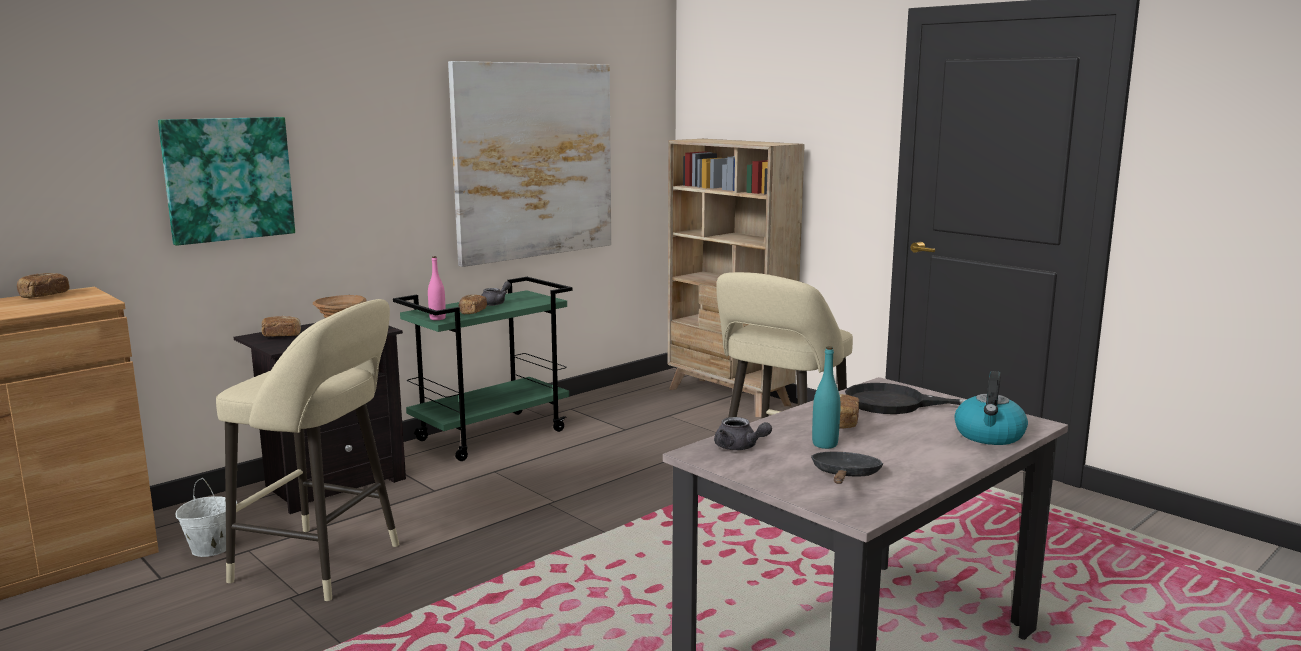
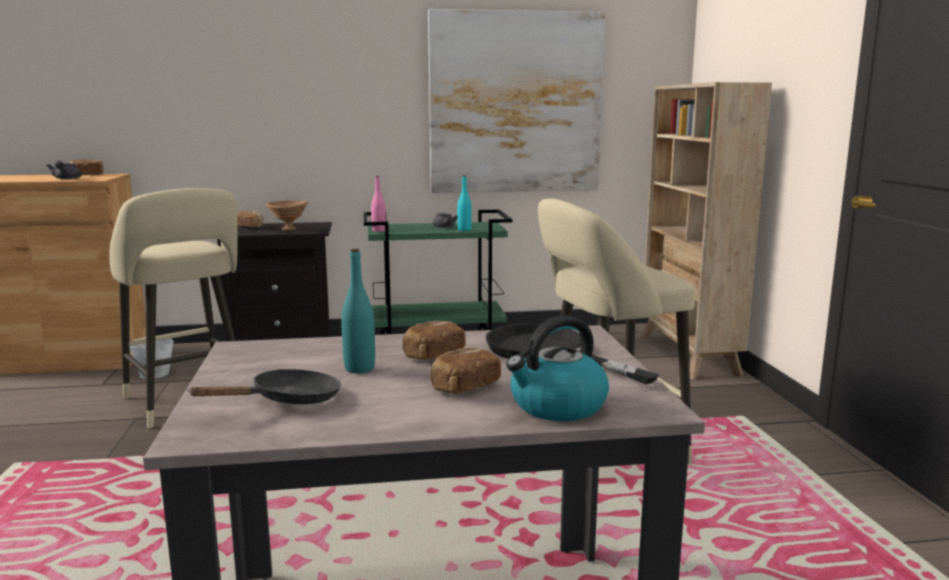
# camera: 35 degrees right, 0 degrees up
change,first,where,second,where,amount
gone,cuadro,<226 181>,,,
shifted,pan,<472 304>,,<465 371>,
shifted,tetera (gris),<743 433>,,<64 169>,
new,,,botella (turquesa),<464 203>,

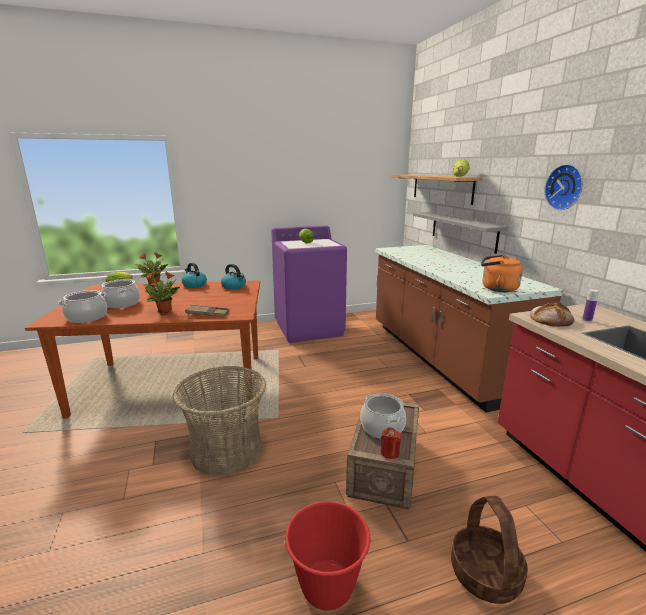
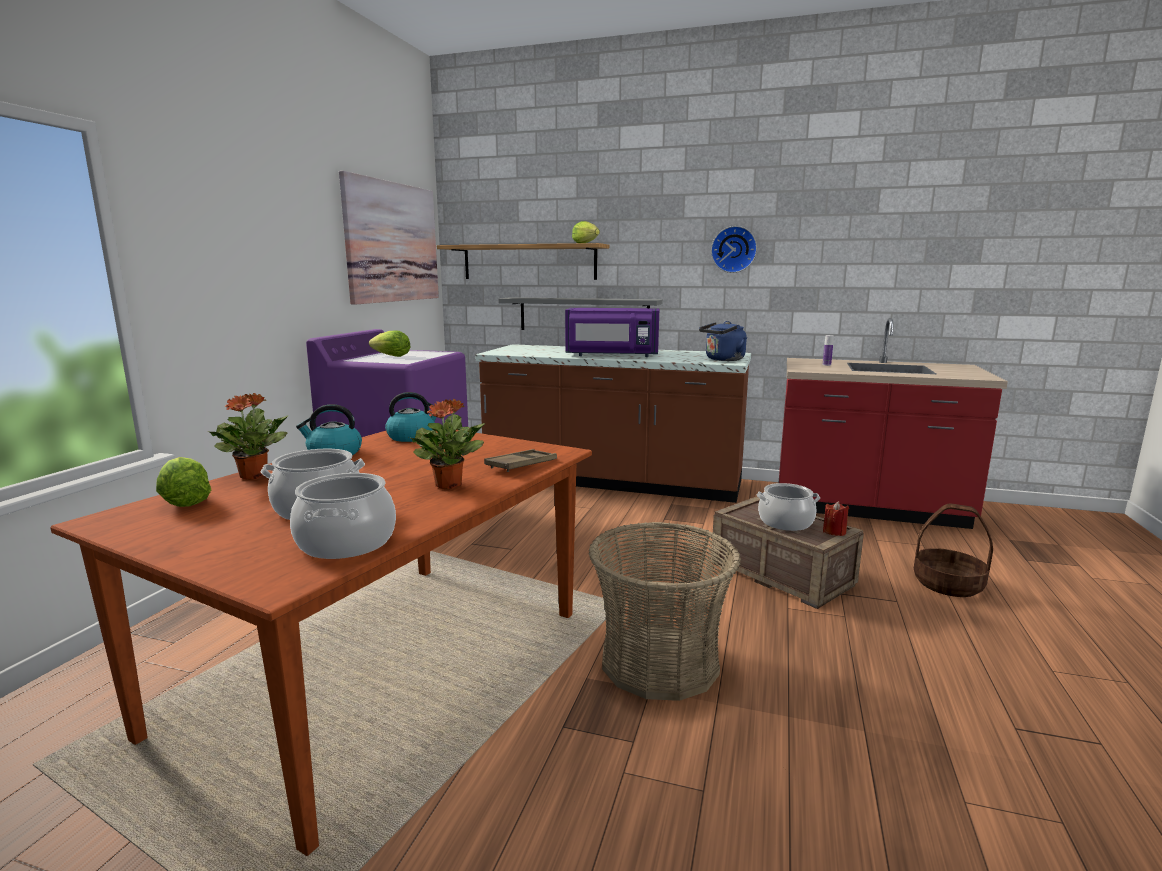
# camera: 55 degrees left, 5 degrees down
change,first,where,second,where,amount
gone,cubo (rojo),<327 555>,,,
repainted,hervidor (naranja),<502 273>,hervidor (azul),<723 341>,
gone,pan,<552 314>,,,
new,,,cuadro,<389 238>,
new,,,microondas (morado),<612 332>,

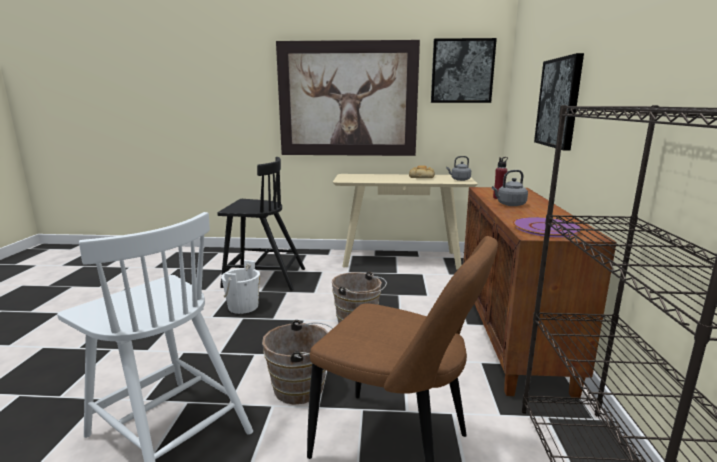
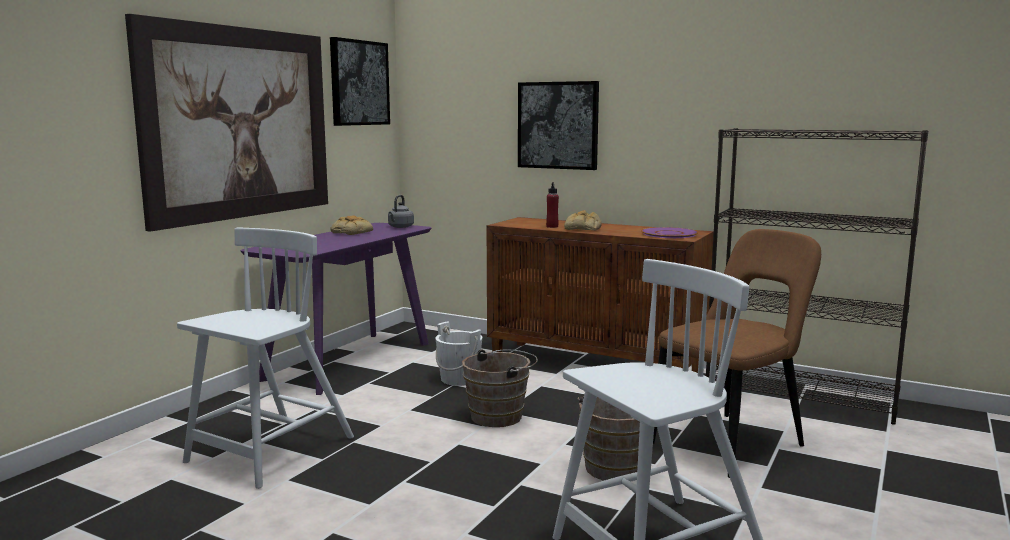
# camera: 65 degrees left, 5 degrees down
change,first,where,second,where,amount
repainted,silla (negro),<261 223>,silla (blanco),<265 358>,
shifted,cubo (blanco),<240 287>,,<458 353>,
repainted,mesa consola (beis),<405 222>,mesa consola (morado),<336 309>,
swapped,hervidor (gris),<510 188>,pan,<583 220>,

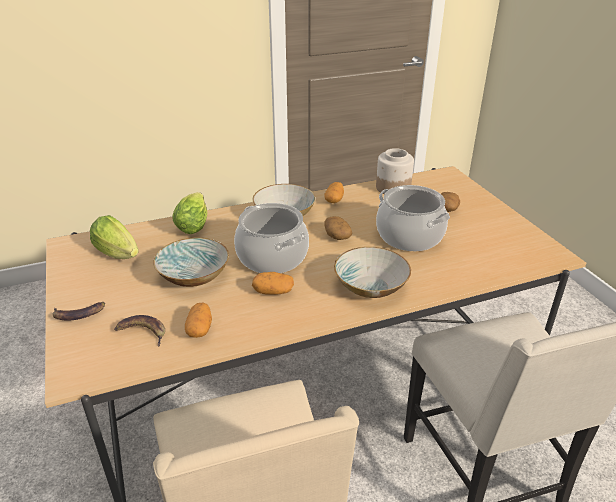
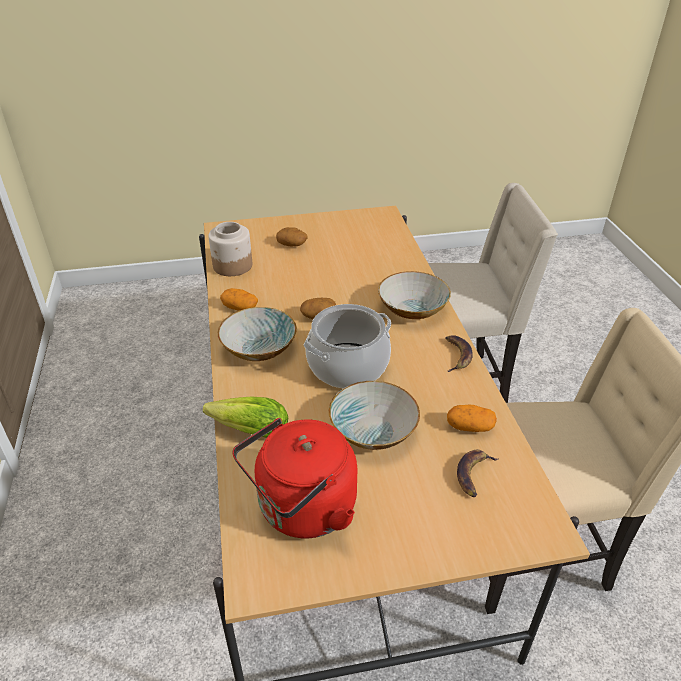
# camera: 80 degrees left, 5 degrees up
change,first,where,second,where,amount
shifted,plátano,<79 311>,,<459 353>,
swapped,lechuga,<114 237>,hervidor (rojo),<294 478>,
gone,patata,<273 283>,,,
gone,olla,<413 218>,,,

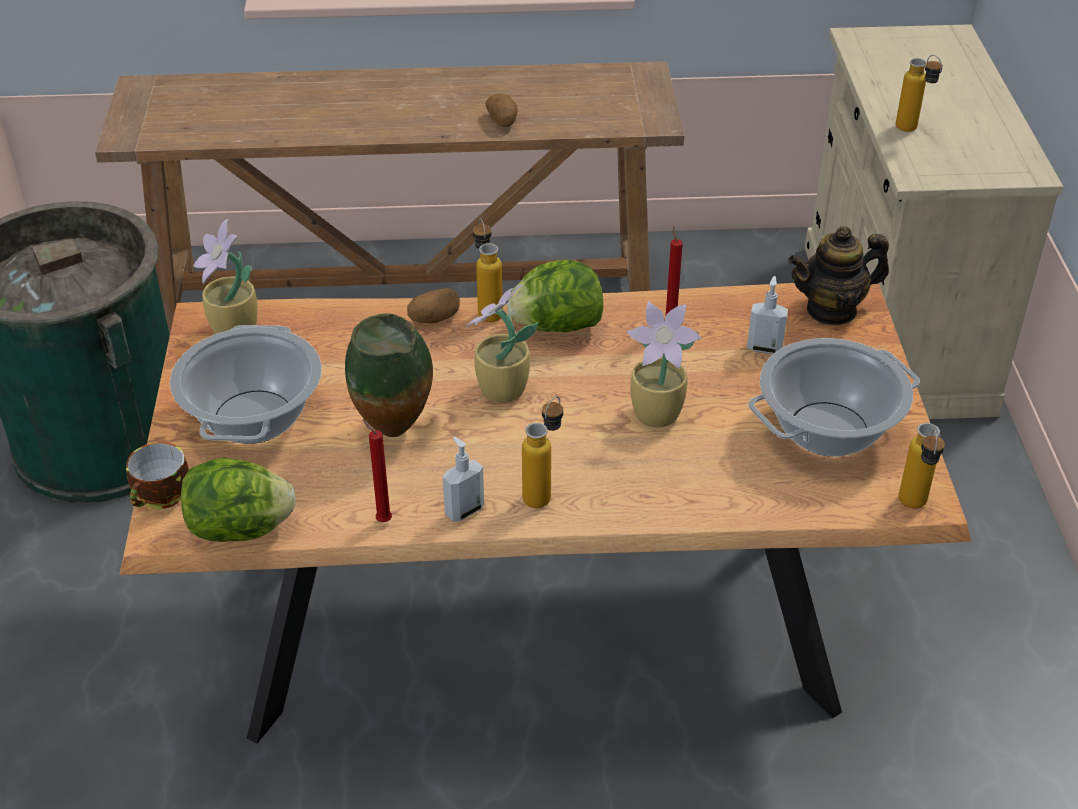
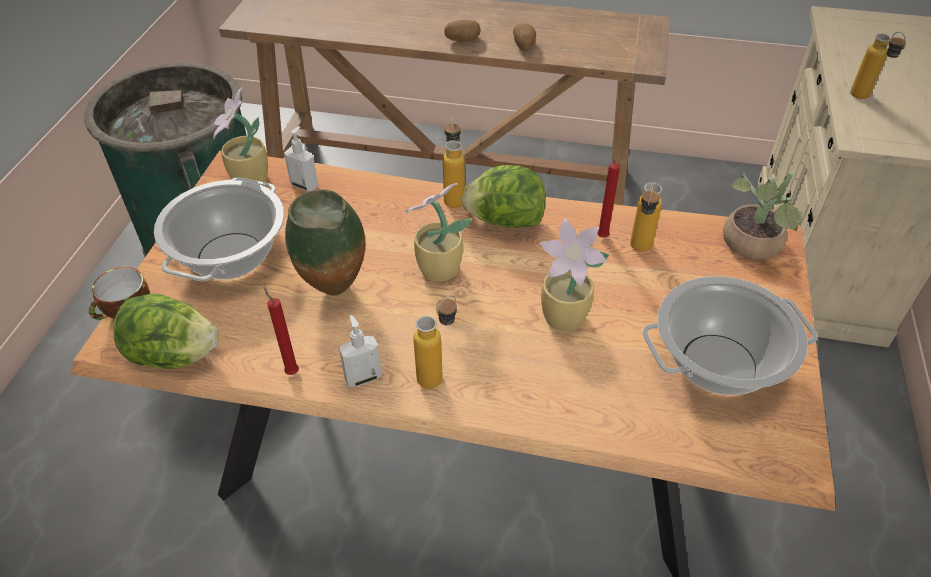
# camera: 15 degrees right, 5 degrees up
change,first,where,second,where,amount
shifted,patata,<433 305>,,<462 31>,
shifted,dispensador de jabón,<767 315>,,<301 158>,
swapped,tetera,<838 275>,planta en maceta,<763 215>,
shifted,botella,<922 465>,,<646 217>,

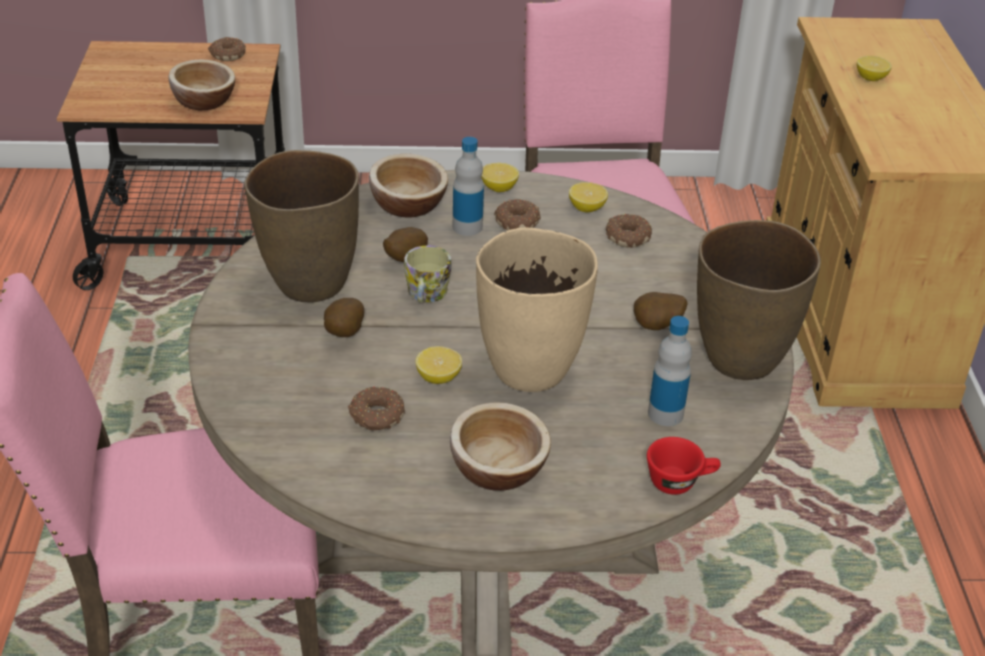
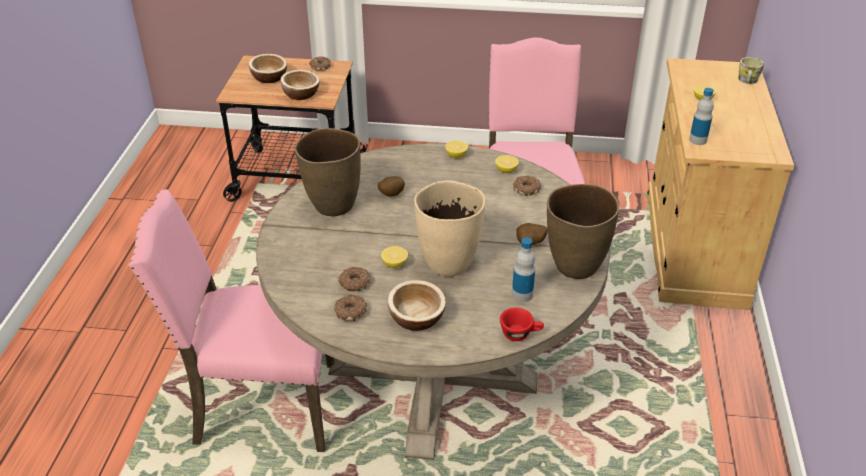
# camera: 10 degrees right, 0 degrees up
change,first,where,second,where,amount
gone,patata,<344 317>,,,
shifted,cuenco,<408 186>,,<268 68>,
shifted,taza grande,<428 274>,,<751 70>,
shifted,botella,<468 186>,,<701 116>,
shifted,rosquilla,<517 214>,,<350 308>,

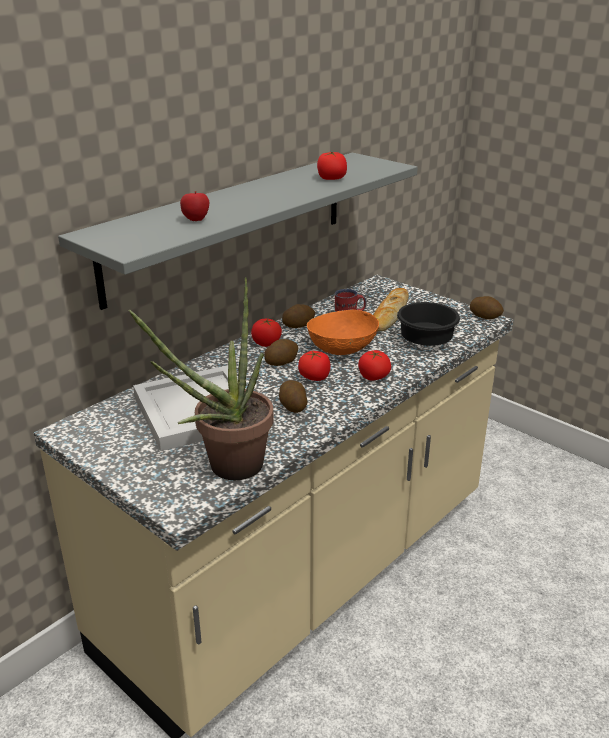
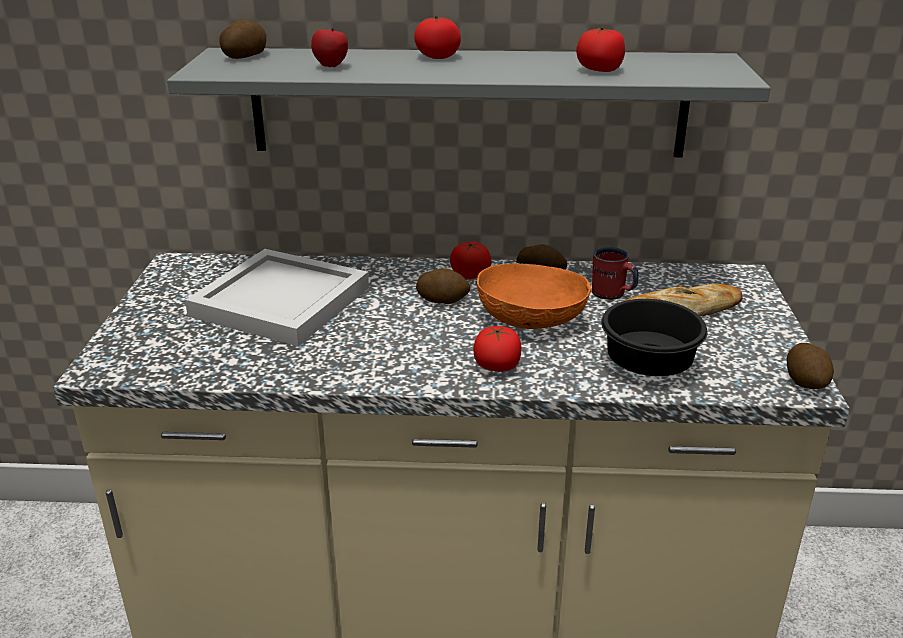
# camera: 50 degrees right, 0 degrees up
change,first,where,second,where,amount
gone,planta en maceta,<201 378>,,,
shifted,patata,<293 396>,,<242 39>,
shifted,tomate,<314 365>,,<437 37>,

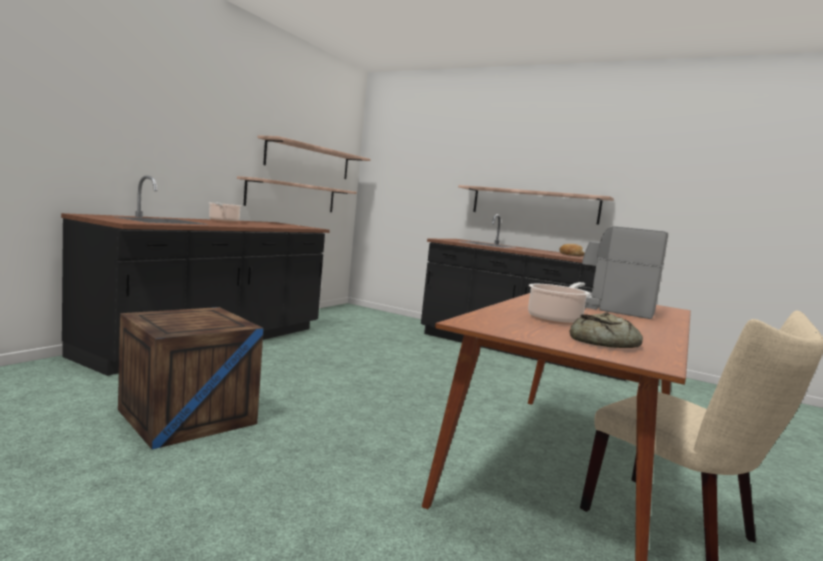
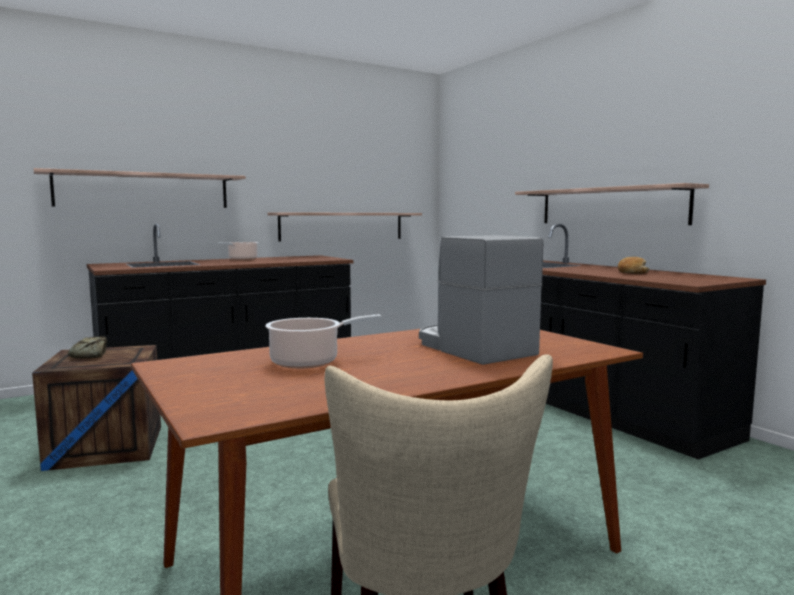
# camera: 30 degrees right, 0 degrees up
change,first,where,second,where,amount
shifted,estante,<314 157>,,<140 188>,
shifted,pan,<606 330>,,<87 347>,

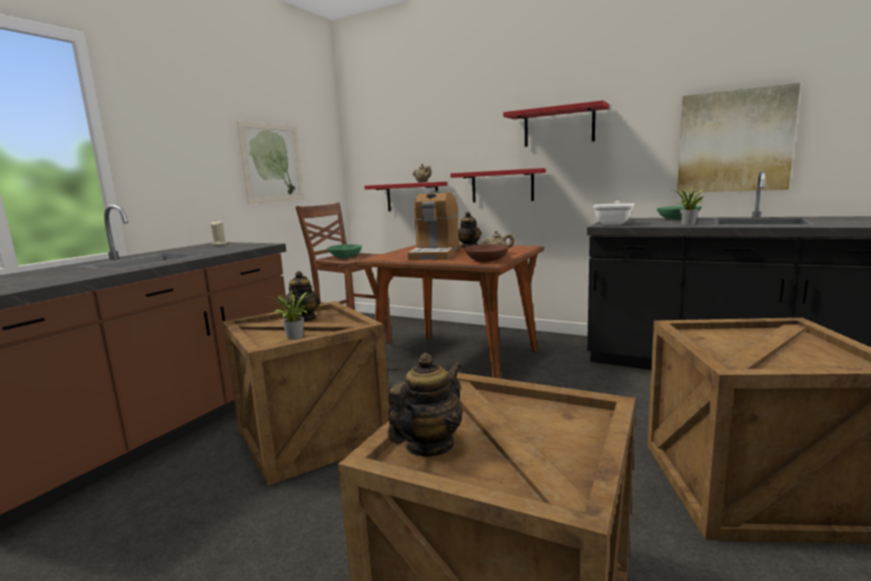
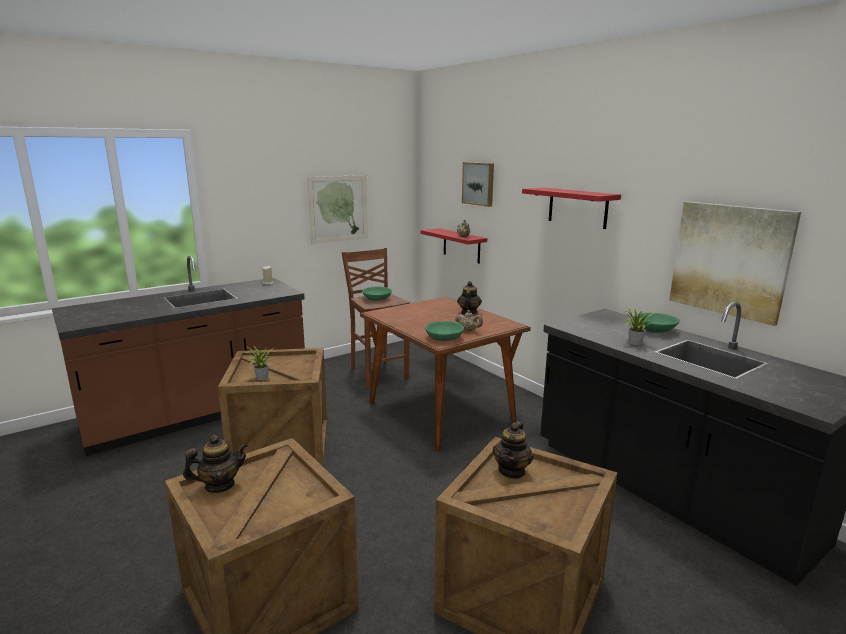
# camera: 25 degrees right, 5 degrees up
change,first,where,second,where,amount
shifted,tetera,<302 296>,,<513 450>,
gone,cafetera,<434 225>,,,
gone,estante (rojo),<498 185>,,,
repainted,cuenco (marrón),<486 253>,cuenco (verde),<444 331>,
gone,sartén,<613 213>,,,
new,,,cuadro,<478 184>,

